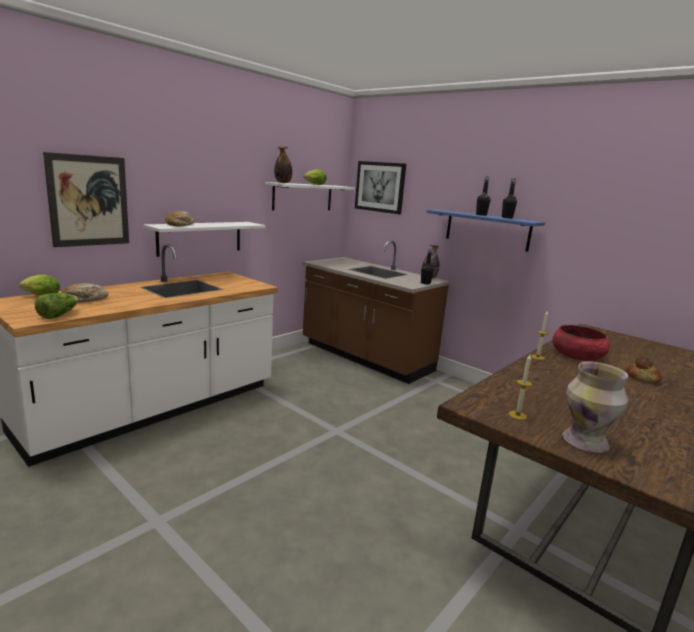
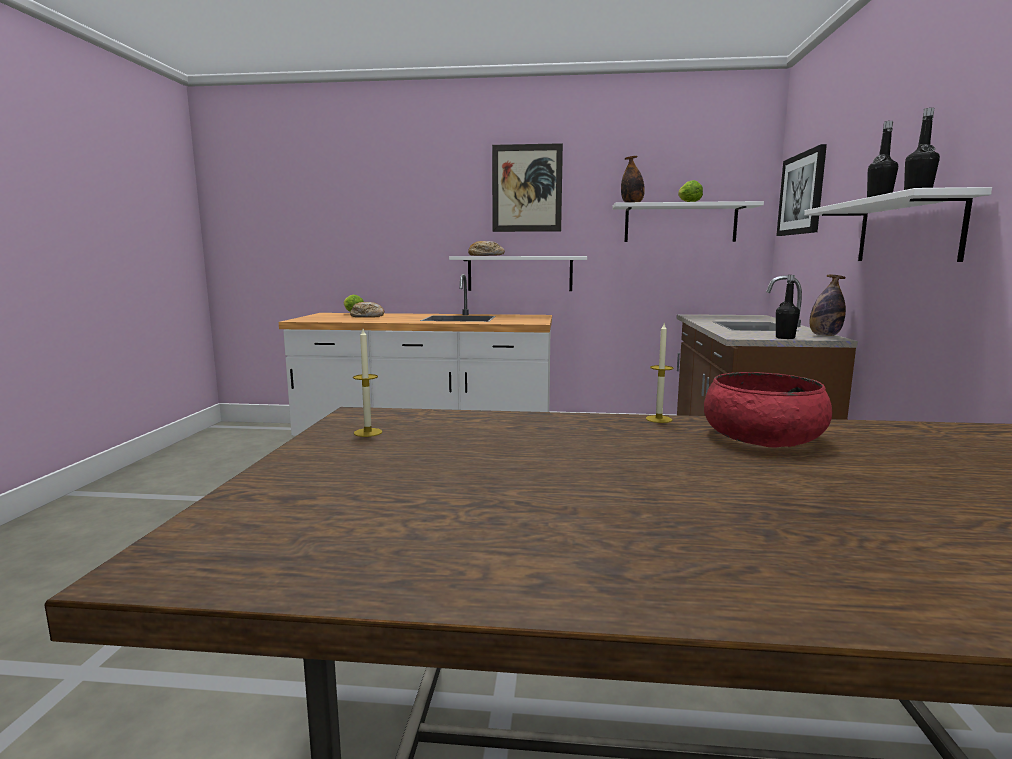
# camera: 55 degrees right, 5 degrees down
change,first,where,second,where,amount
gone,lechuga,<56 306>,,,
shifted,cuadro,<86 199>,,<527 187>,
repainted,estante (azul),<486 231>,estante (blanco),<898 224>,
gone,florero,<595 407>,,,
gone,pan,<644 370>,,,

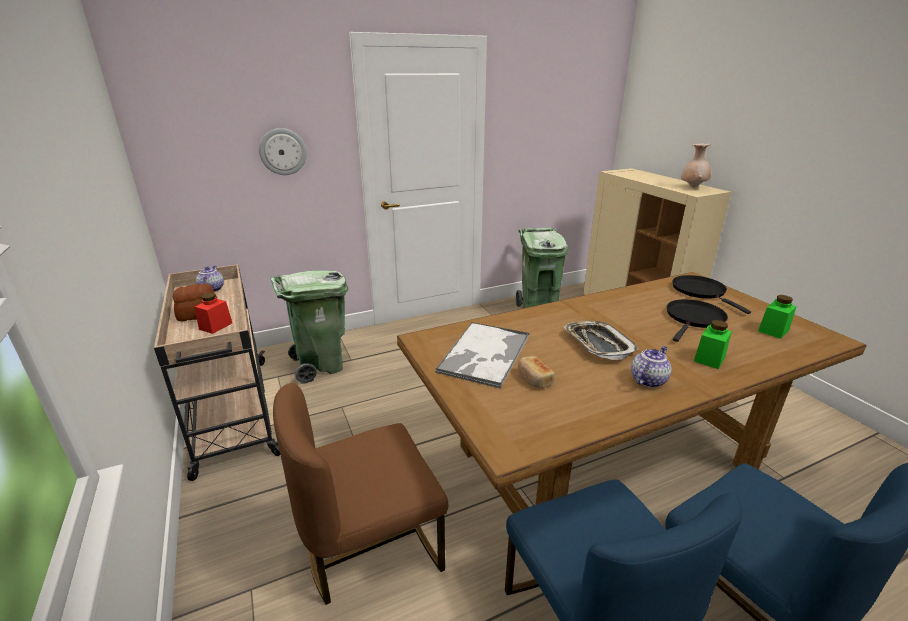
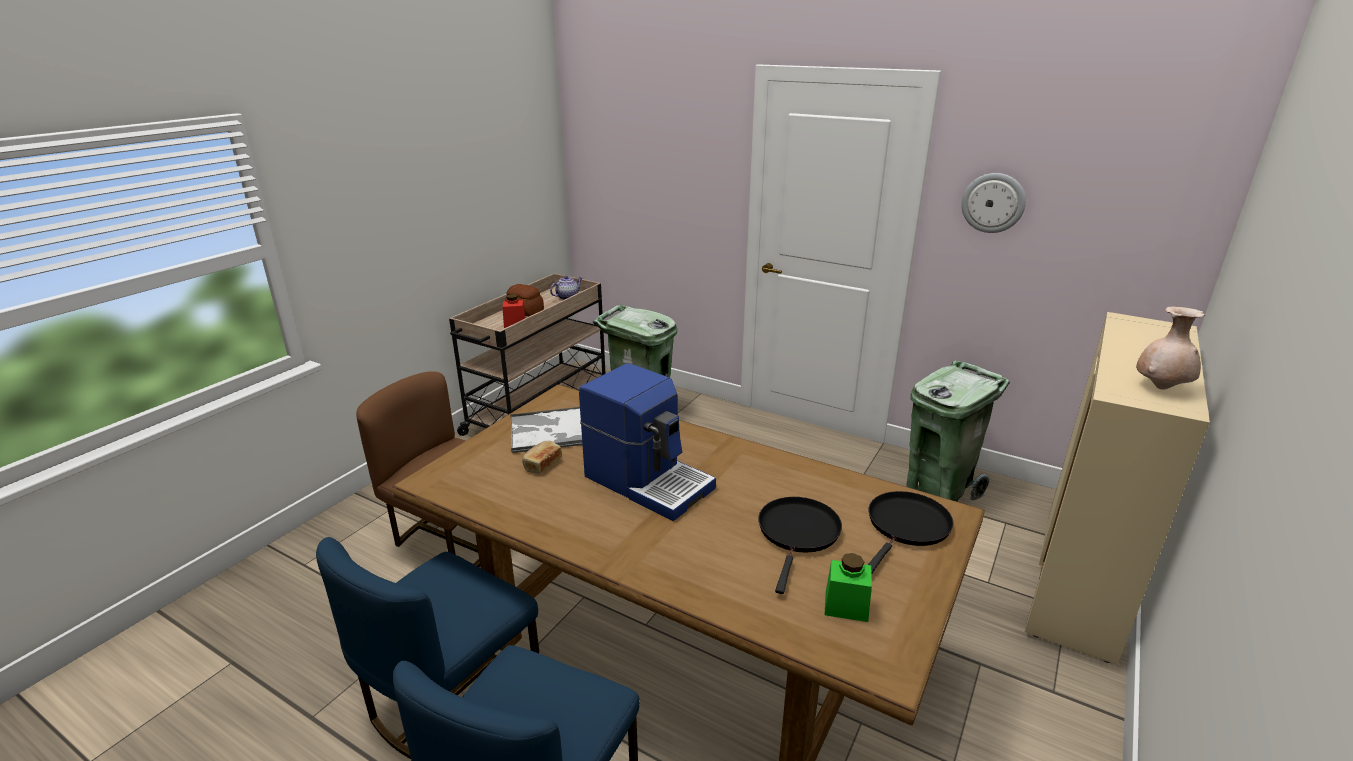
# camera: 55 degrees right, 0 degrees up
change,first,where,second,where,amount
shifted,reloj de pared,<283 151>,,<993 203>,
swapped,bandeja,<601 340>,cafetera,<647 442>,
gone,tetera,<651 367>,,,
rotated,sartén (negro),<697 320>,,<800 545>,75 degrees counterclockwise
gone,tarro (verde),<713 344>,,,

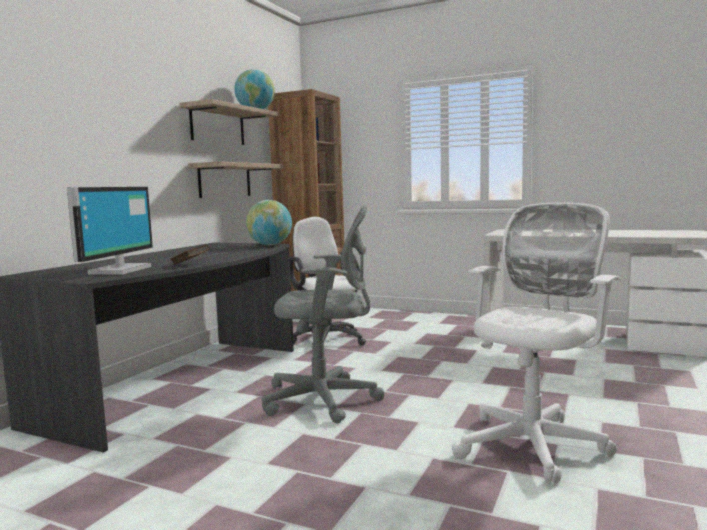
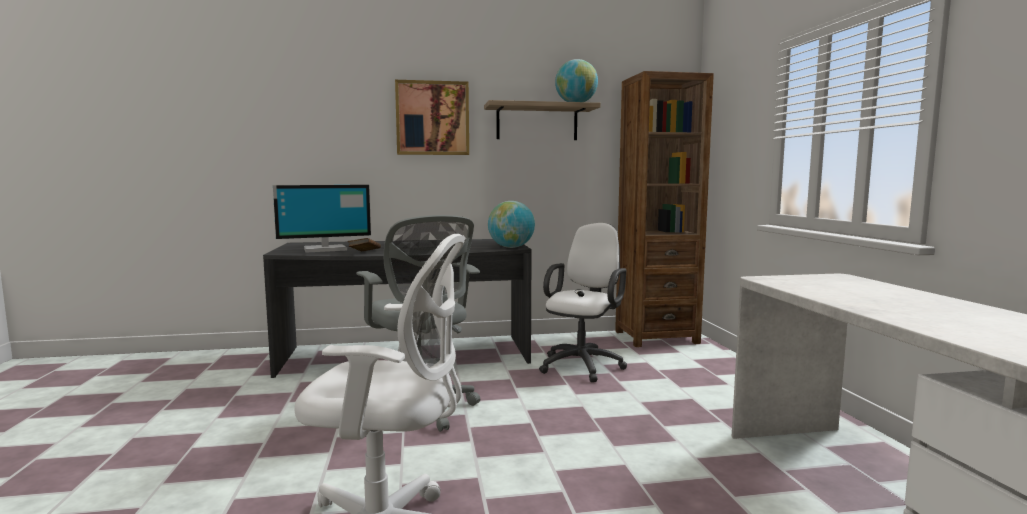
# camera: 55 degrees right, 0 degrees up
change,first,where,second,where,amount
gone,estante,<235 179>,,,
new,,,cuadro,<432 117>,

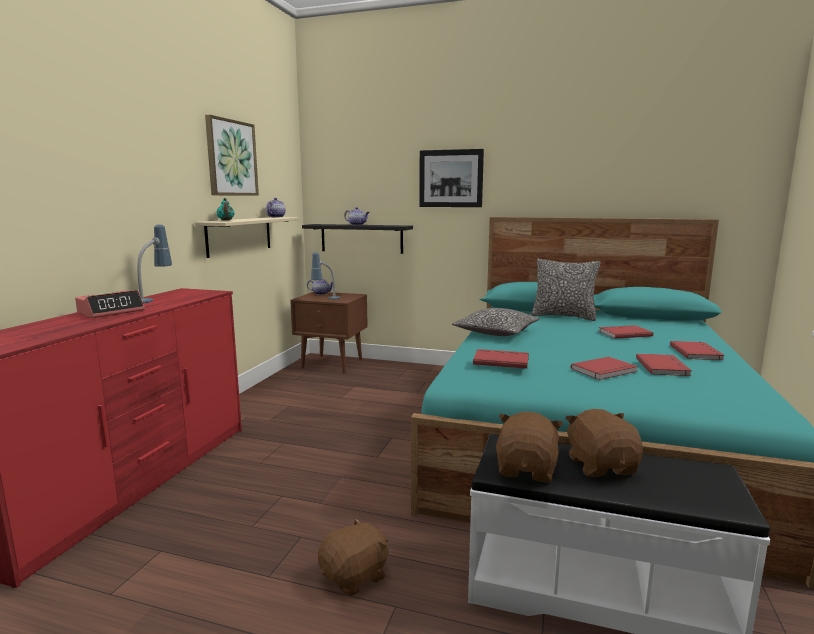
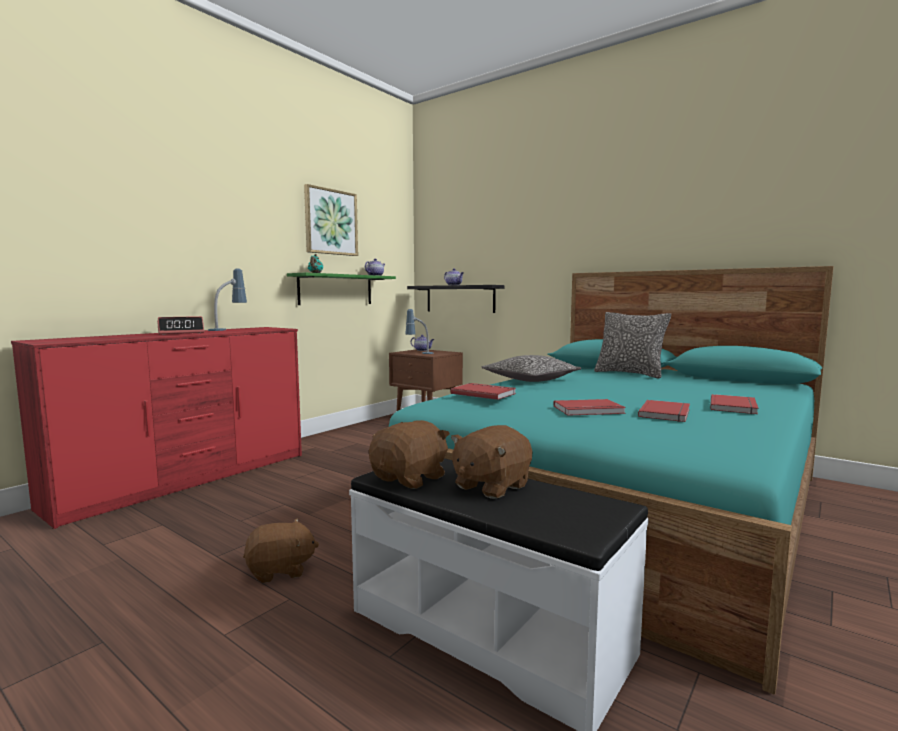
# camera: 20 degrees right, 5 degrees down
change,first,where,second,where,amount
repainted,estante (beis),<247 237>,estante (verde),<341 289>,
gone,cuadro,<451 178>,,,
rotated,peluche (marrón),<604 443>,,<492 462>,150 degrees counterclockwise
gone,libro (rojo),<626 332>,,,

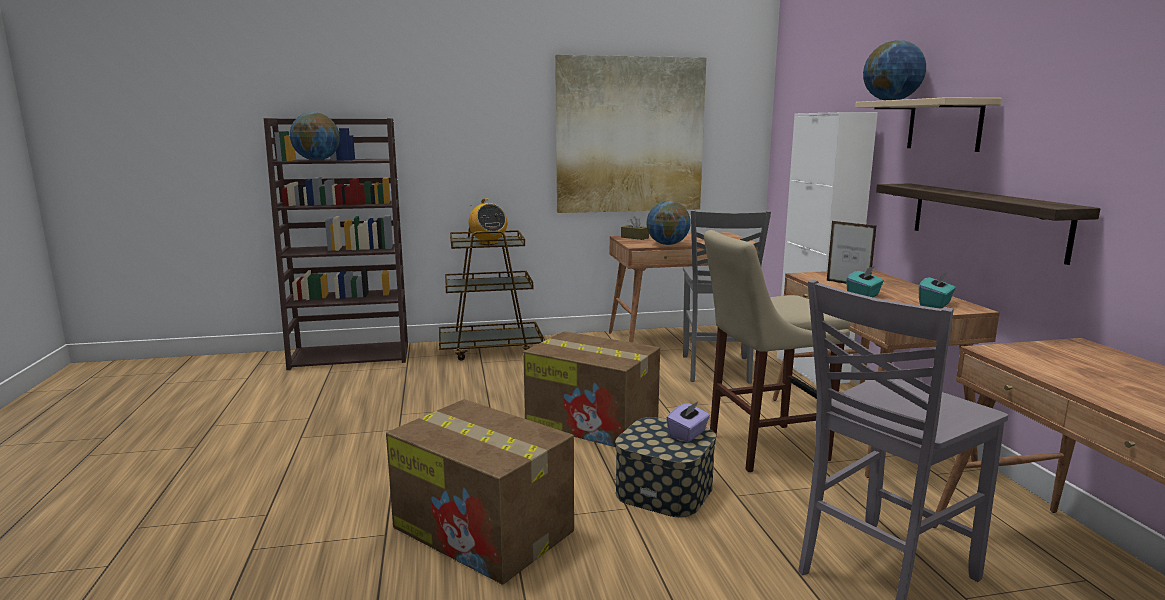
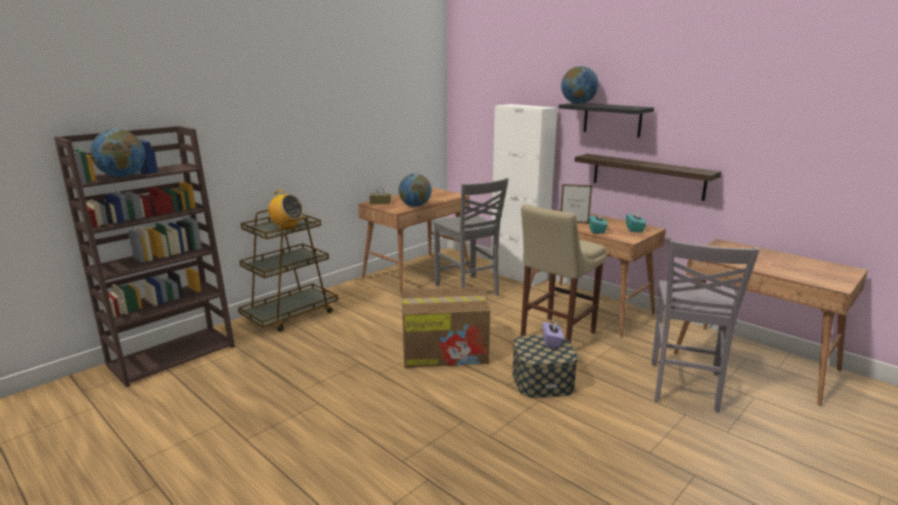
# camera: 35 degrees left, 5 degrees up
change,first,where,second,where,amount
gone,caja de cartón,<480 492>,,,
gone,cuadro,<630 134>,,,
repainted,estante (beis),<928 124>,estante (negro),<606 120>,

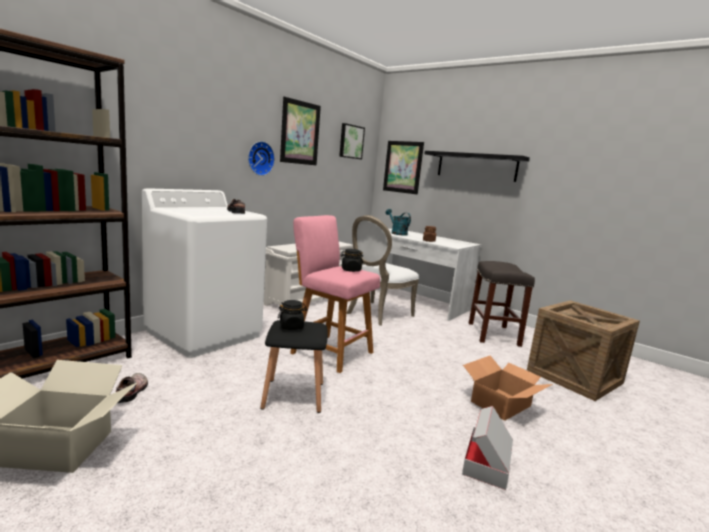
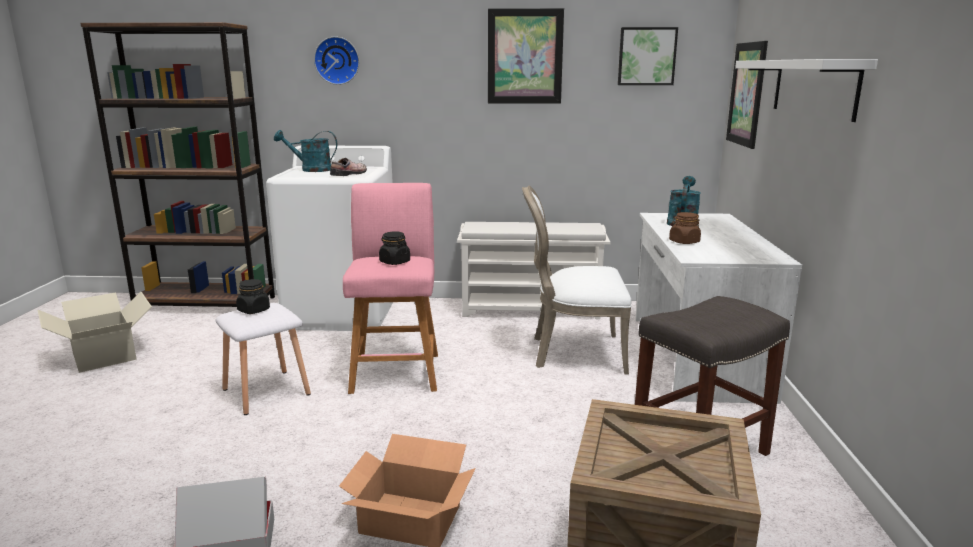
# camera: 55 degrees right, 5 degrees up
change,first,where,second,where,amount
gone,zapato,<132 388>,,,
shifted,reloj de pared,<261 158>,,<336 60>,
repainted,taburete (negro),<294 366>,taburete (blanco),<263 359>,
repainted,estante (negro),<477 166>,estante (blanco),<806 90>,
new,,,regadera (turquesa),<305 151>,

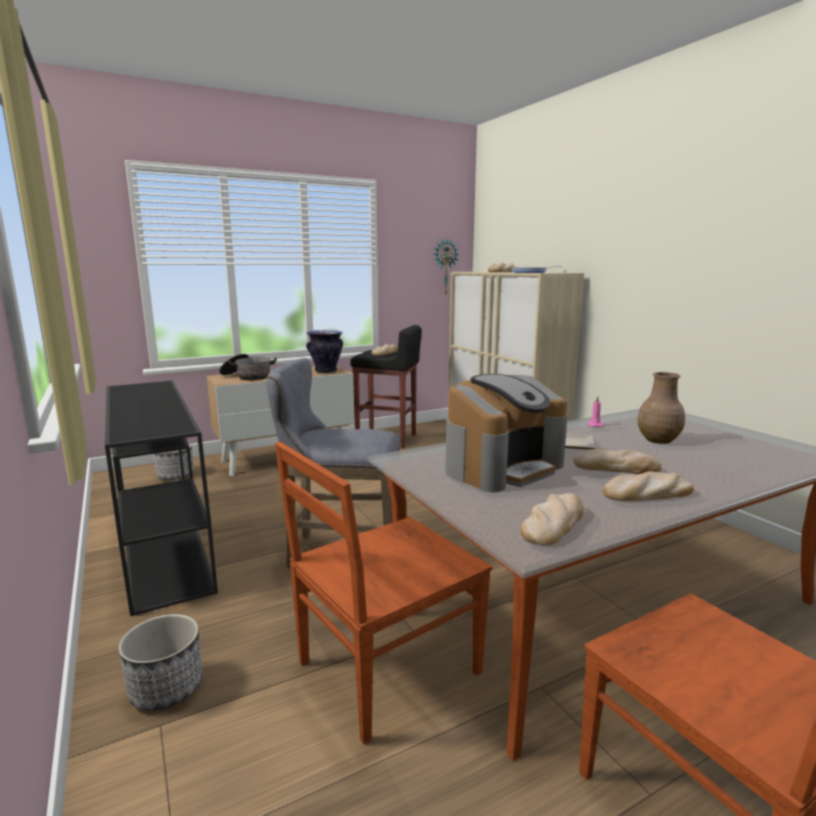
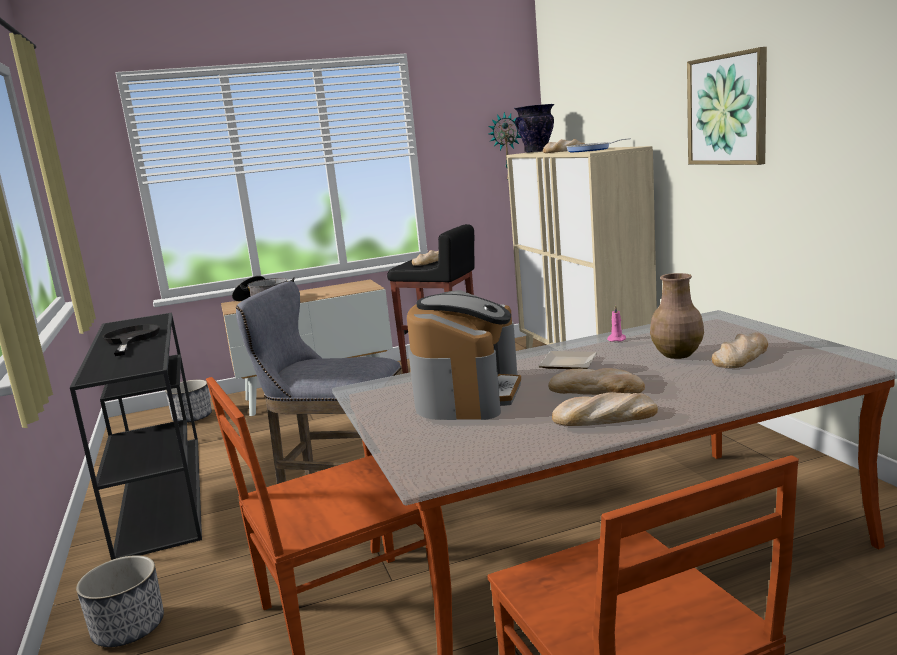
# camera: 10 degrees right, 0 degrees up
change,first,where,second,where,amount
shifted,florero,<324 351>,,<534 128>,
rotated,cafetera,<506 433>,,<464 355>,45 degrees counterclockwise
shifted,pan,<552 519>,,<740 350>,
new,,,sartén (negro),<131 340>,
new,,,cuadro,<727 106>,

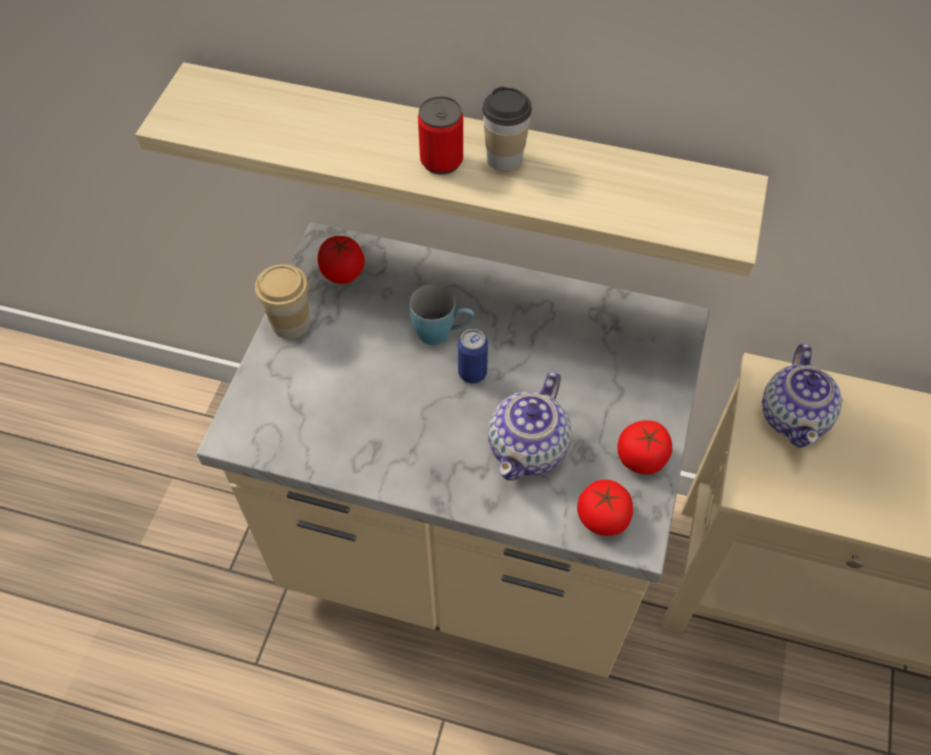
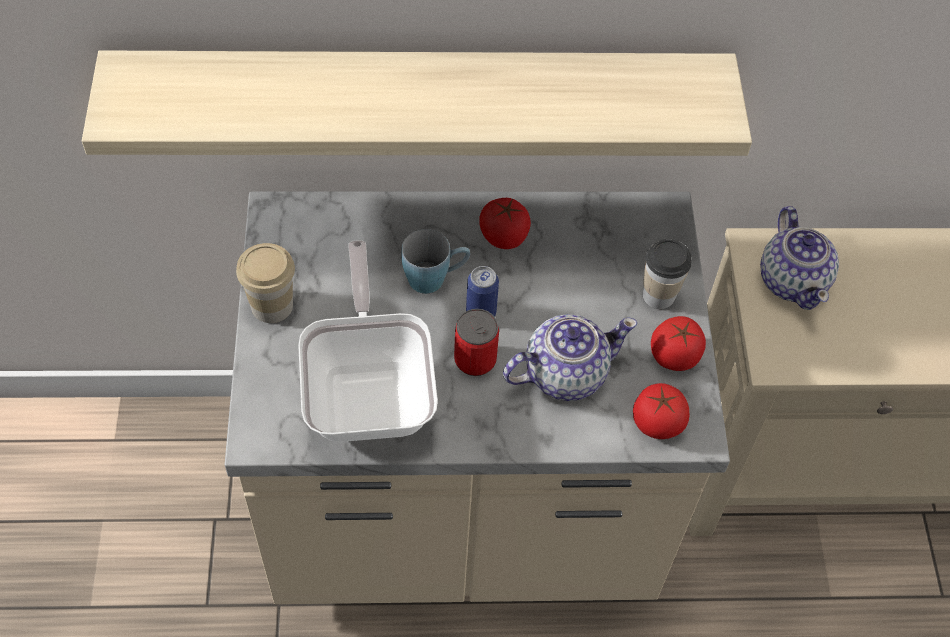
# camera: 20 degrees left, 0 degrees up
change,first,where,second,where,amount
shifted,tomate,<341 260>,,<505 223>,
shifted,lata,<440 135>,,<476 342>,
shifted,taza,<507 129>,,<667 274>,
rotated,tetera,<530 426>,,<570 357>,120 degrees counterclockwise
new,,,sartén,<368 341>,

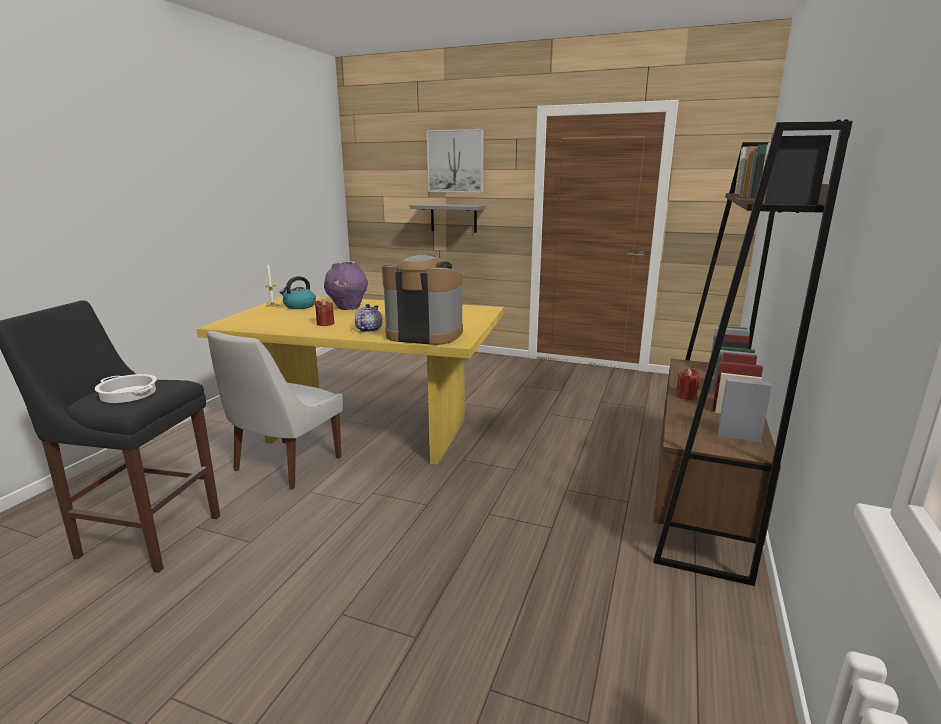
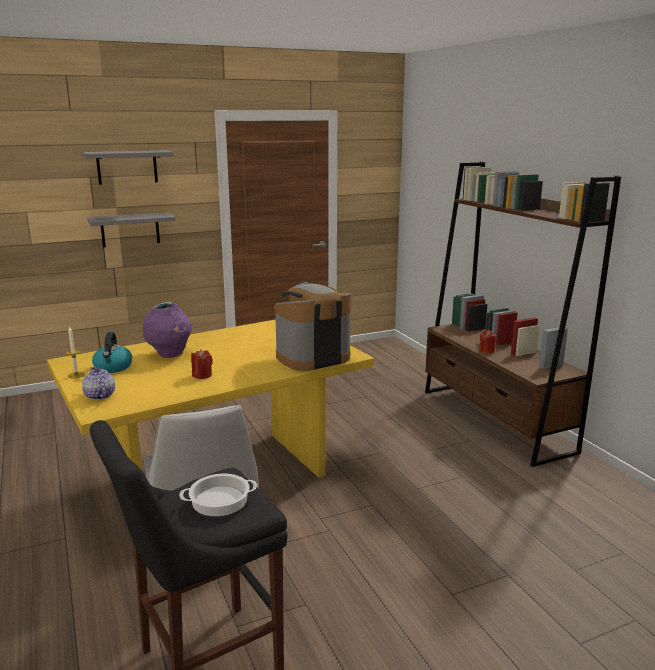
# camera: 45 degrees left, 0 degrees up
change,first,where,second,where,amount
shifted,tetera,<368 318>,,<98 383>,
swapped,cuadro,<455 161>,estante (gris),<128 167>,

